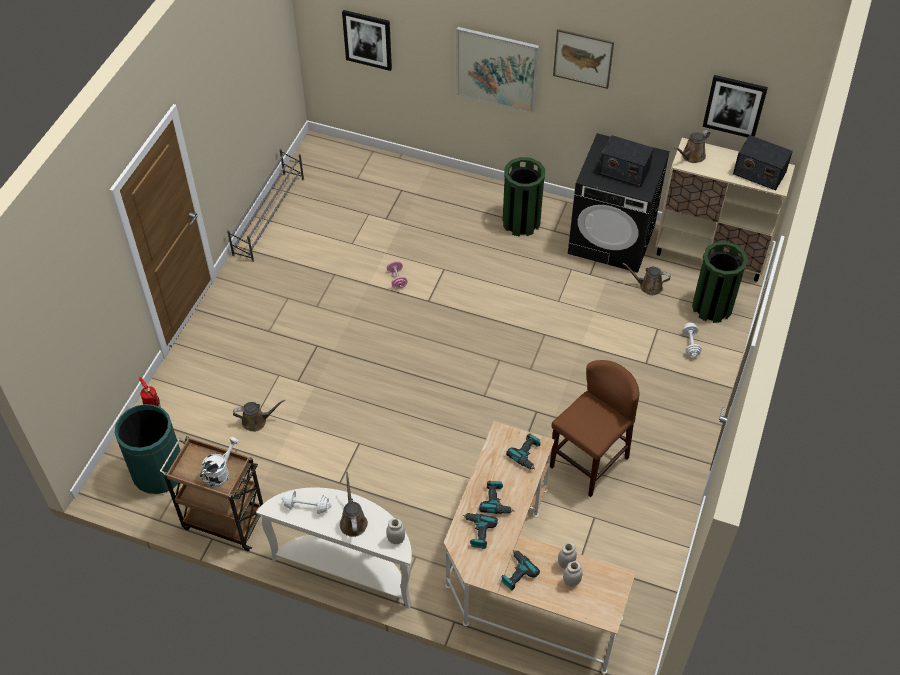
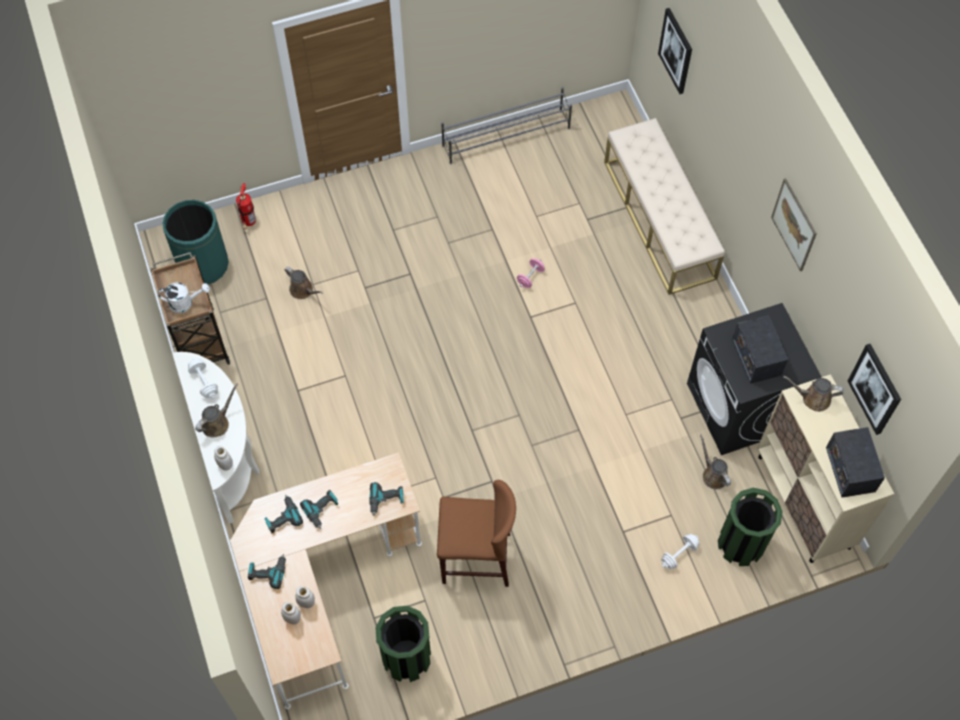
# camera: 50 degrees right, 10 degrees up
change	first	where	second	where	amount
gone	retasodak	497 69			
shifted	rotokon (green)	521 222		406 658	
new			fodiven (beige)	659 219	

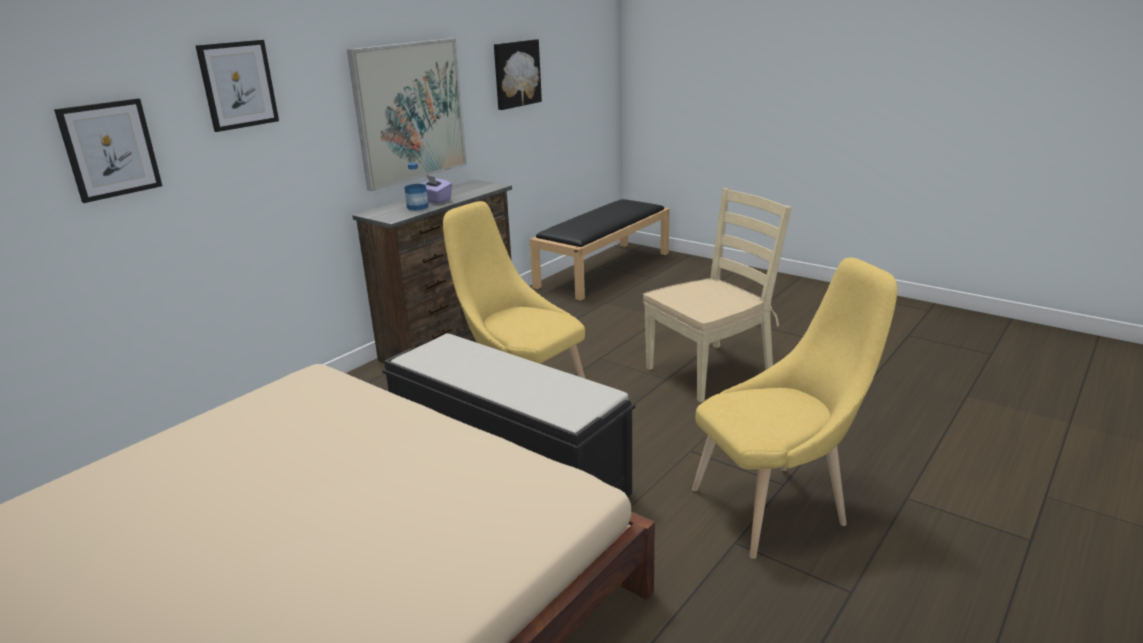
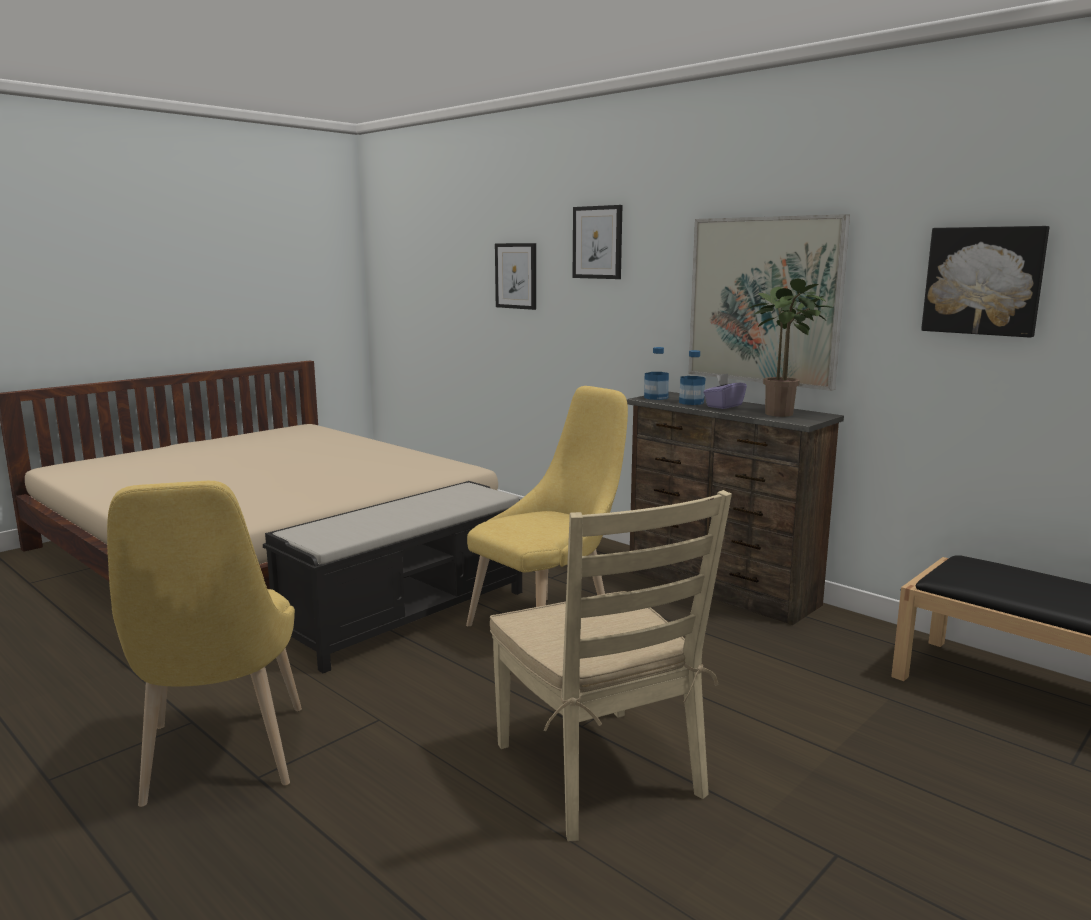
# camera: 95 degrees right, 10 degrees down
change	first	where	second	where	amount
new			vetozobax	656 397	
new			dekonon	784 414	

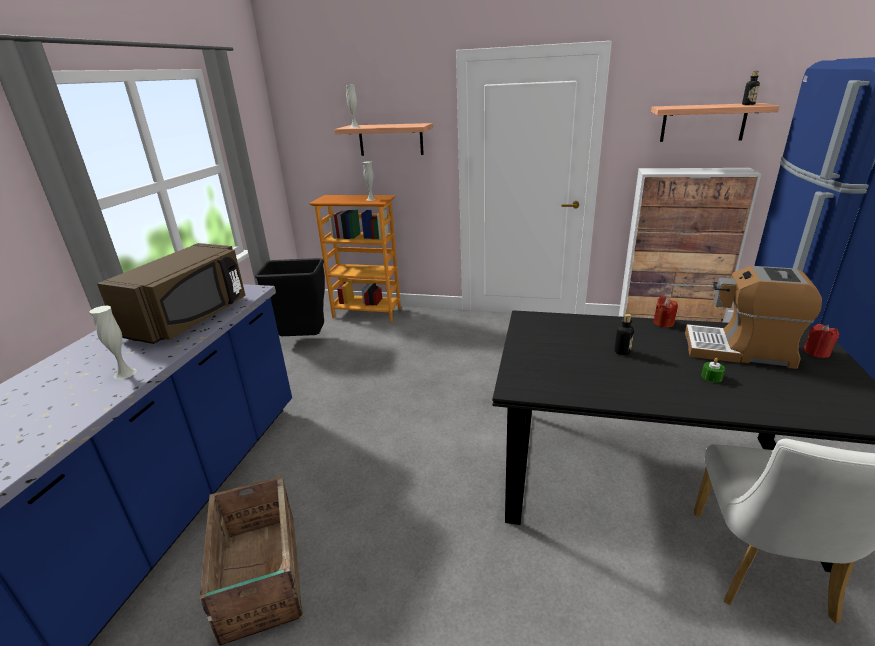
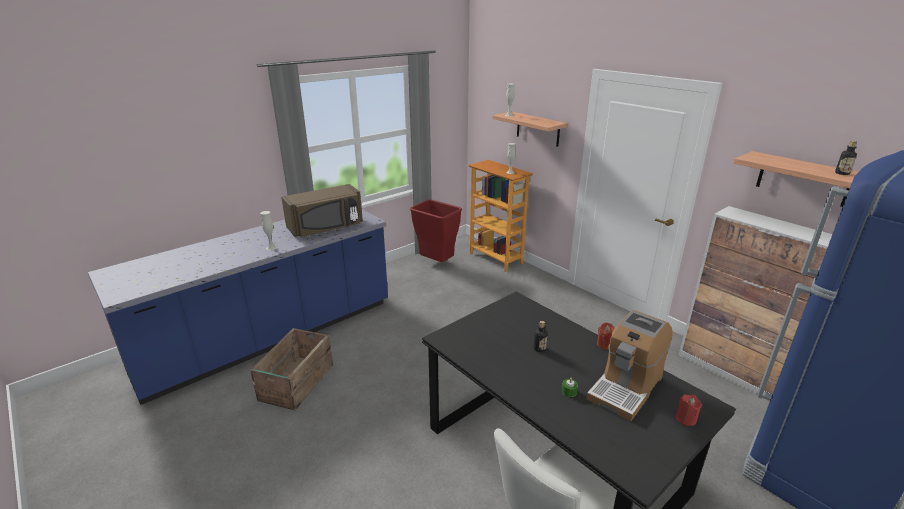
# camera: 35 degrees right, 0 degrees up
change	first	where	second	where	amount
repainted	rotokon (black)	303 341	rotokon (red)	436 263	
rotated	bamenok	740 350		626 387	105 degrees counterclockwise

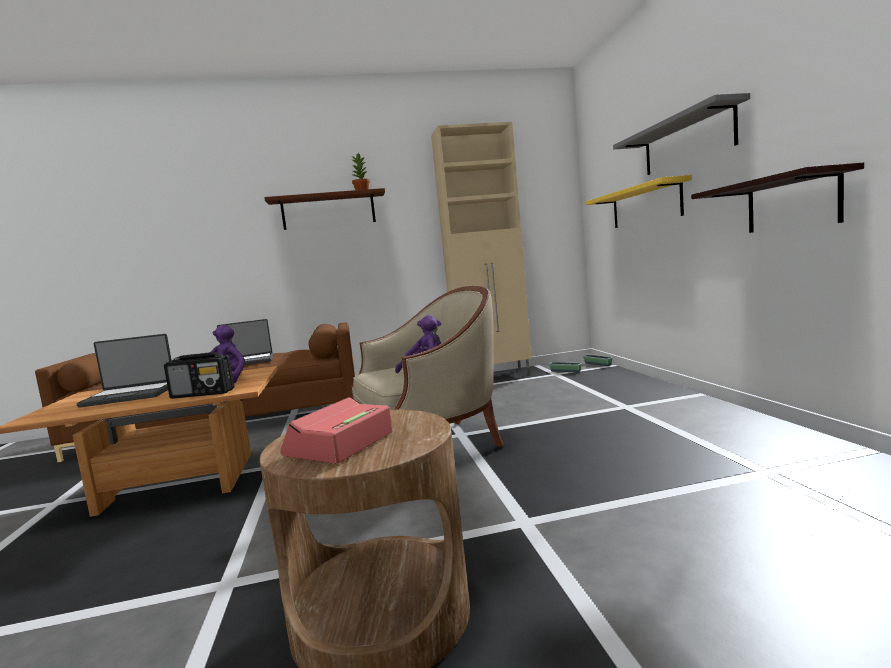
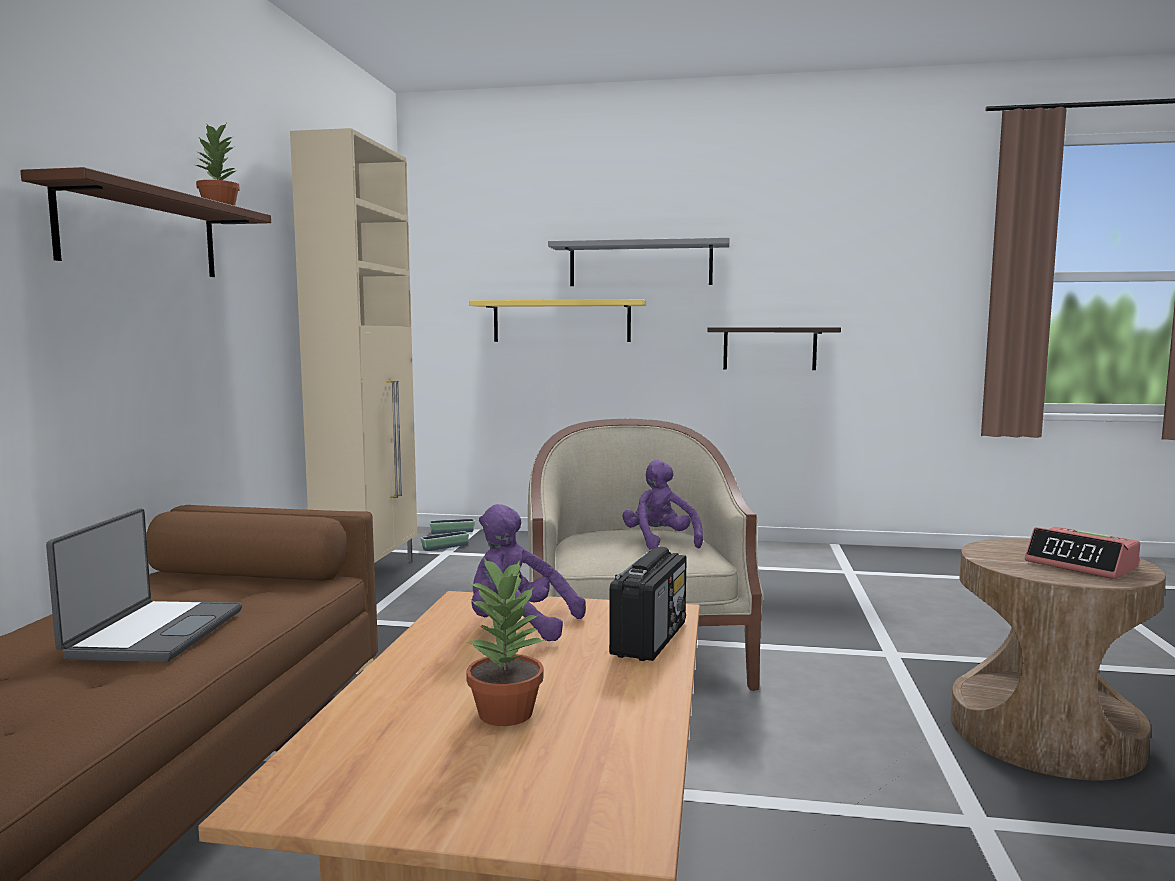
# camera: 70 degrees left, 0 degrees up
change	first	where	second	where	amount
swapped	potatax	130 395	dekonon	506 712	

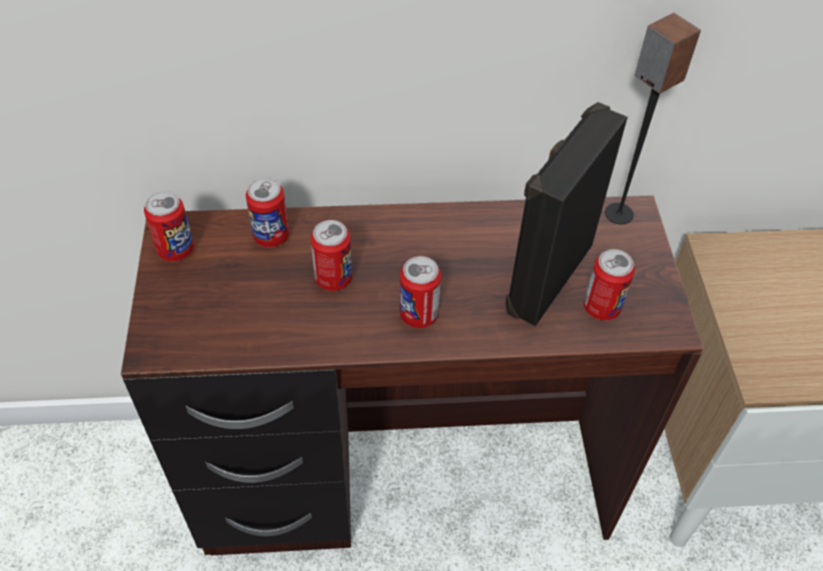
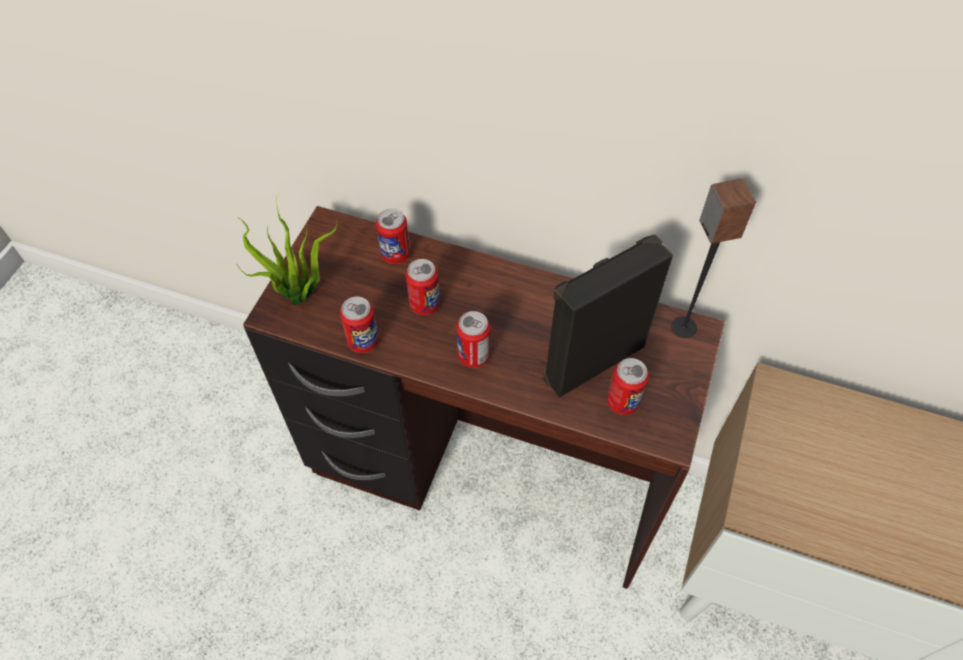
# camera: 25 degrees right, 5 degrees up
change	first	where	second	where	amount
shifted	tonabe	176 250		363 341	
new			dekonon	300 297	

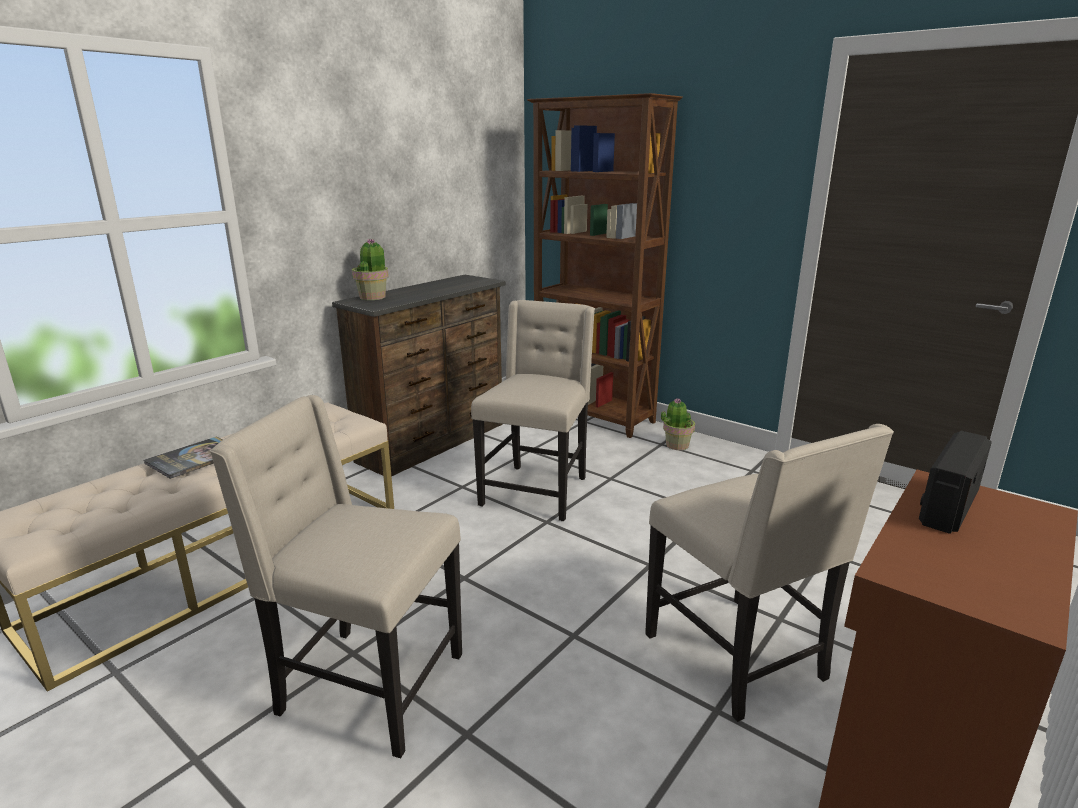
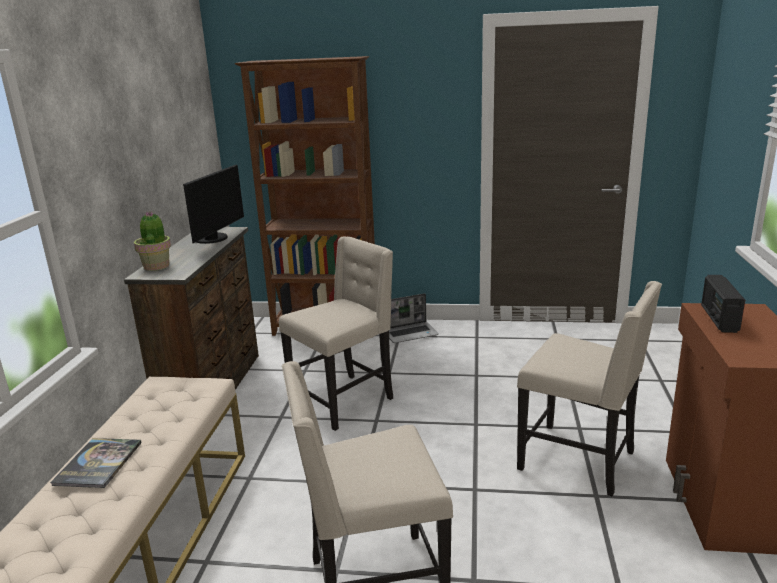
# camera: 30 degrees left, 0 degrees up
change	first	where	second	where	amount
rotated	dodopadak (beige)	536 491		344 400	60 degrees clockwise
swapped	dekonon	676 445	potatax	410 333	
new			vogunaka	214 238	

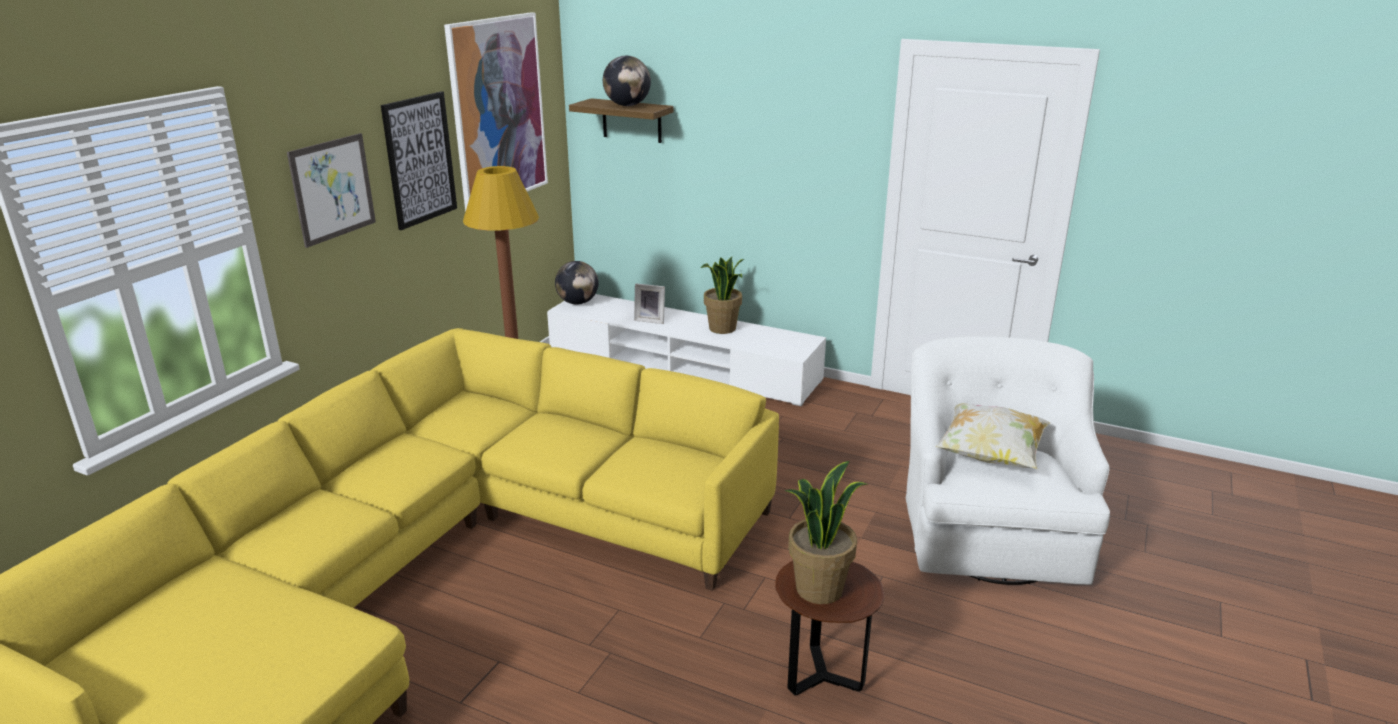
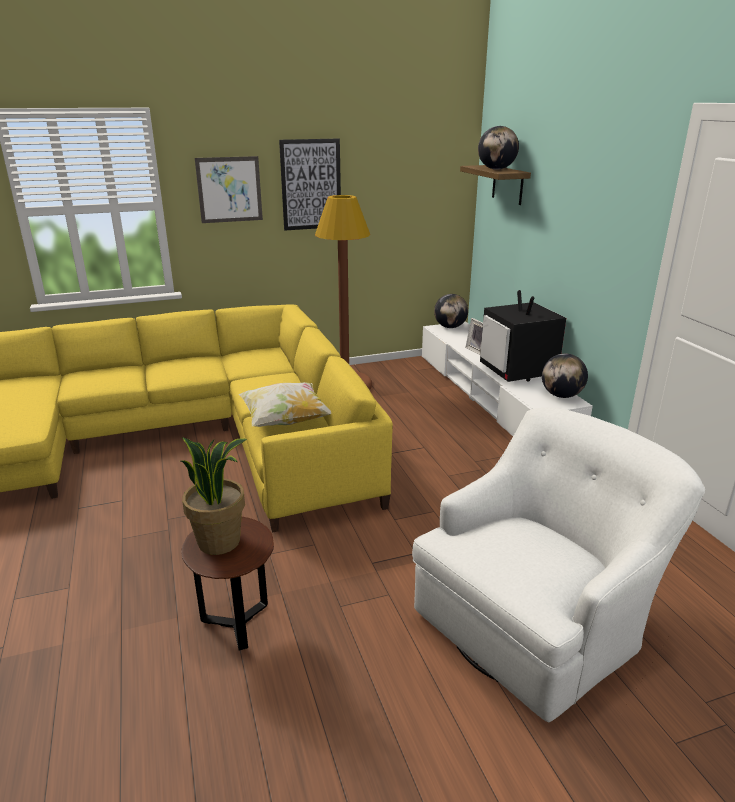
# camera: 45 degrees right, 0 degrees up
change	first	where	second	where	amount
gone	retasodak	498 111			
swapped	dekonon	722 329	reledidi	518 372	
shifted	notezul	990 456		285 421	
new			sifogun	561 395	

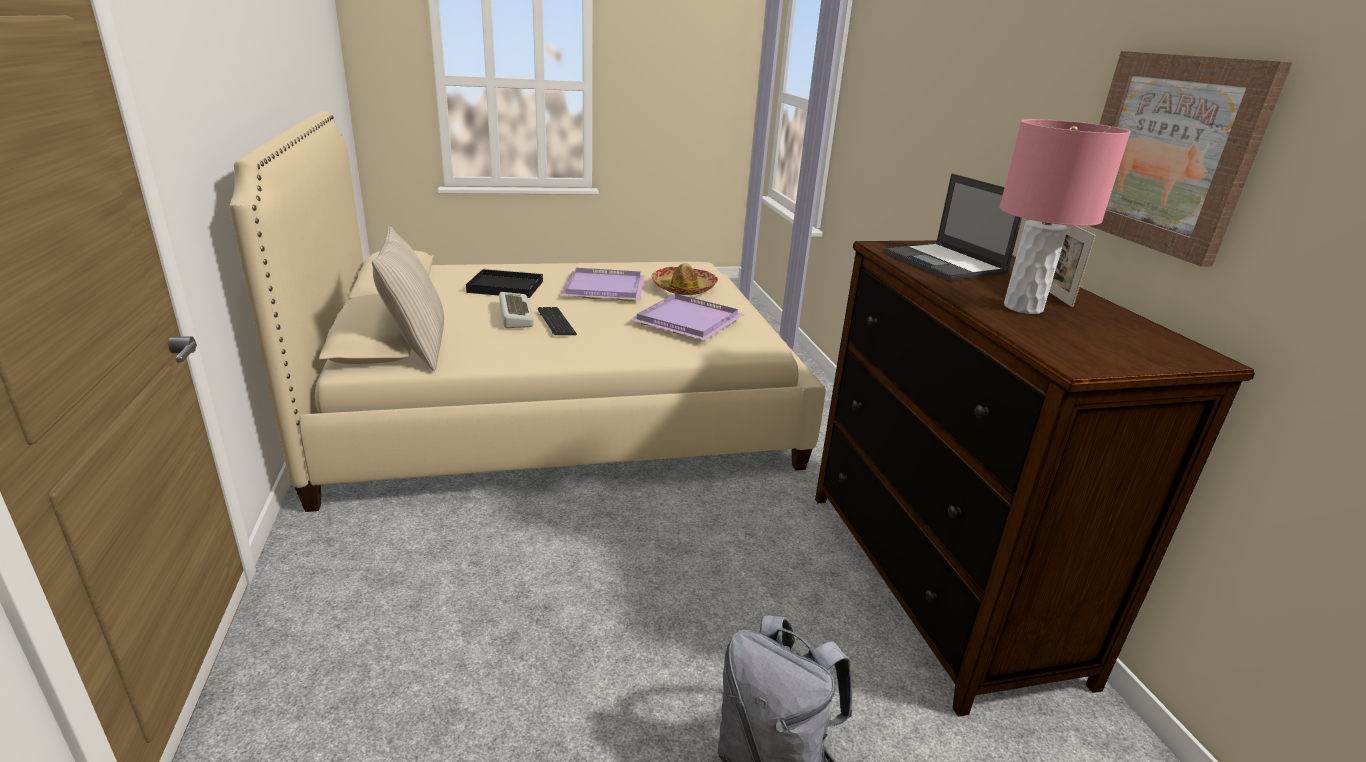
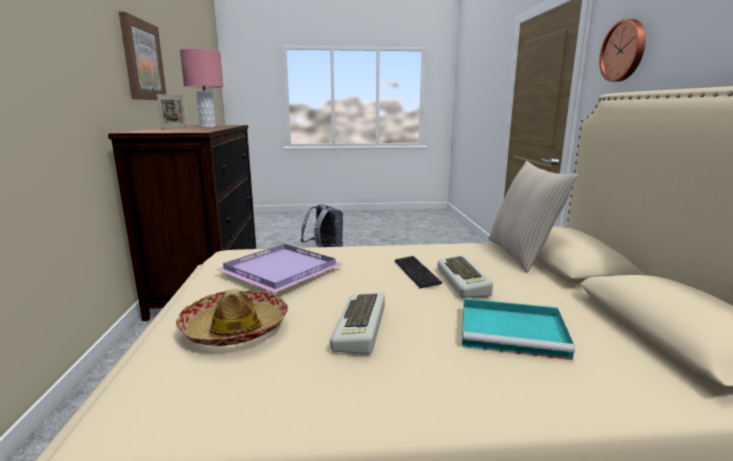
# camera: 170 degrees left, 10 degrees down
change	first	where	second	where	amount
repainted	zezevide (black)	504 287	zezevide (turquoise)	514 331	
swapped	zezevide (purple)	603 287	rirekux	362 328	
gone	potatax	945 263			
new			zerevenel	624 51	

